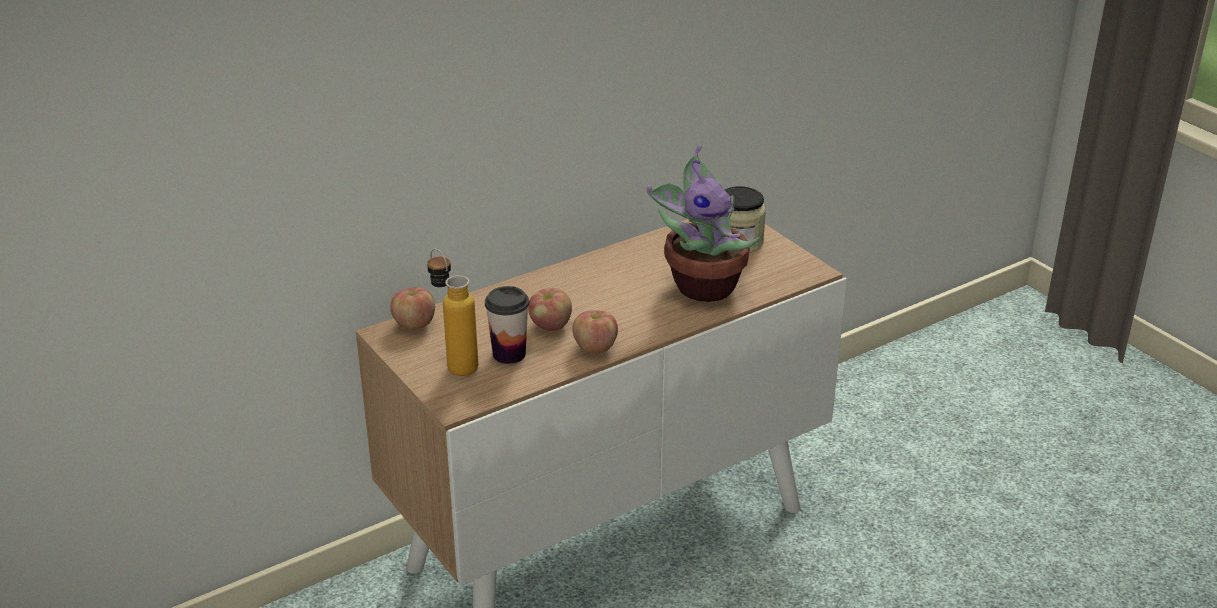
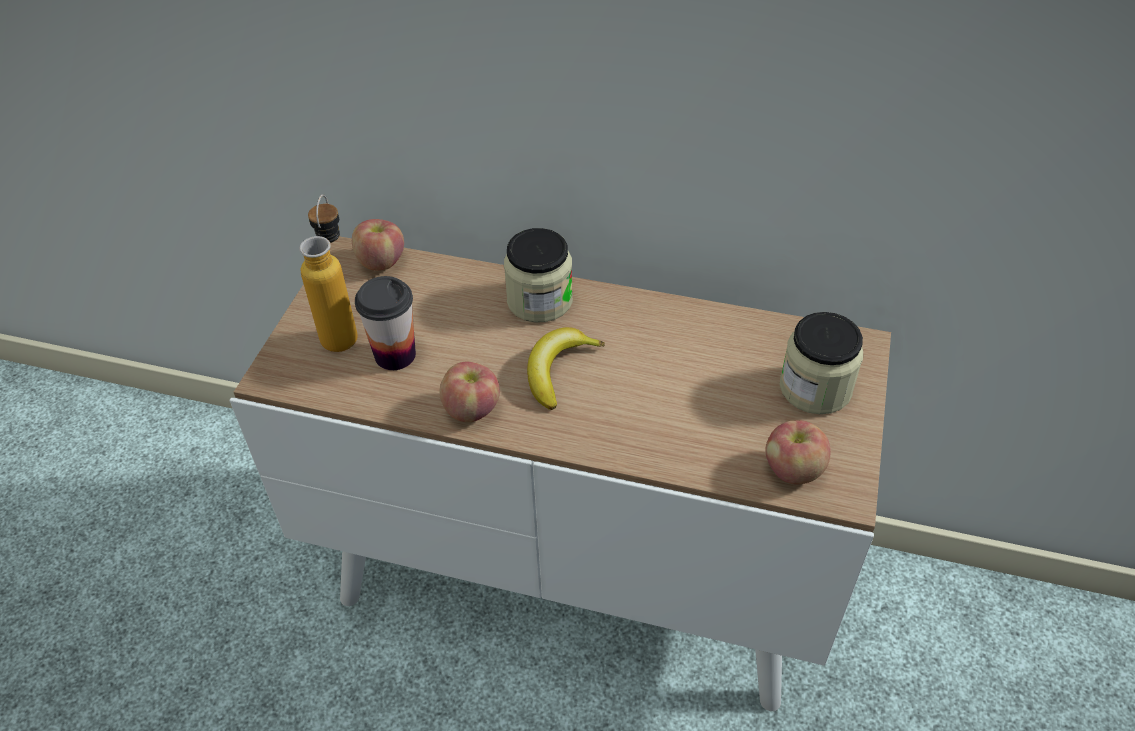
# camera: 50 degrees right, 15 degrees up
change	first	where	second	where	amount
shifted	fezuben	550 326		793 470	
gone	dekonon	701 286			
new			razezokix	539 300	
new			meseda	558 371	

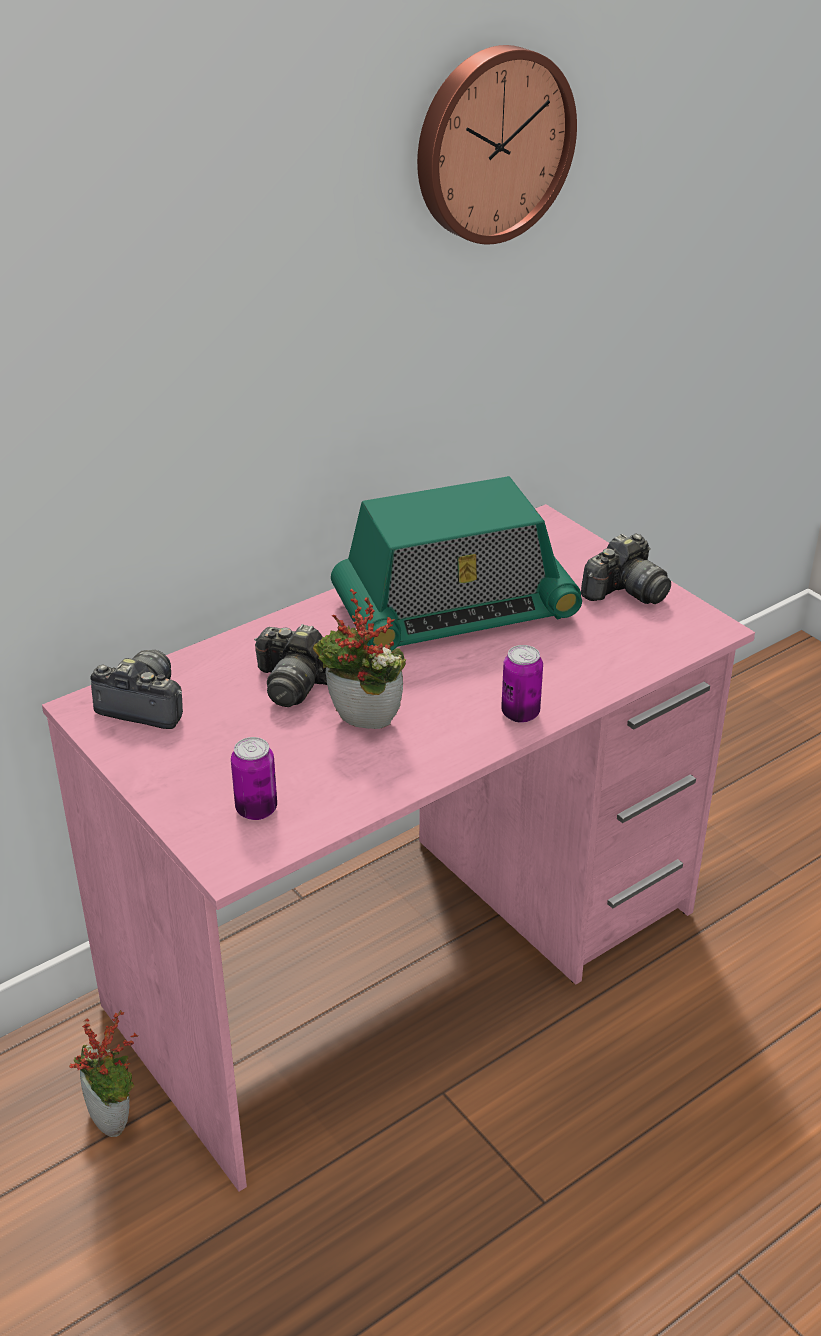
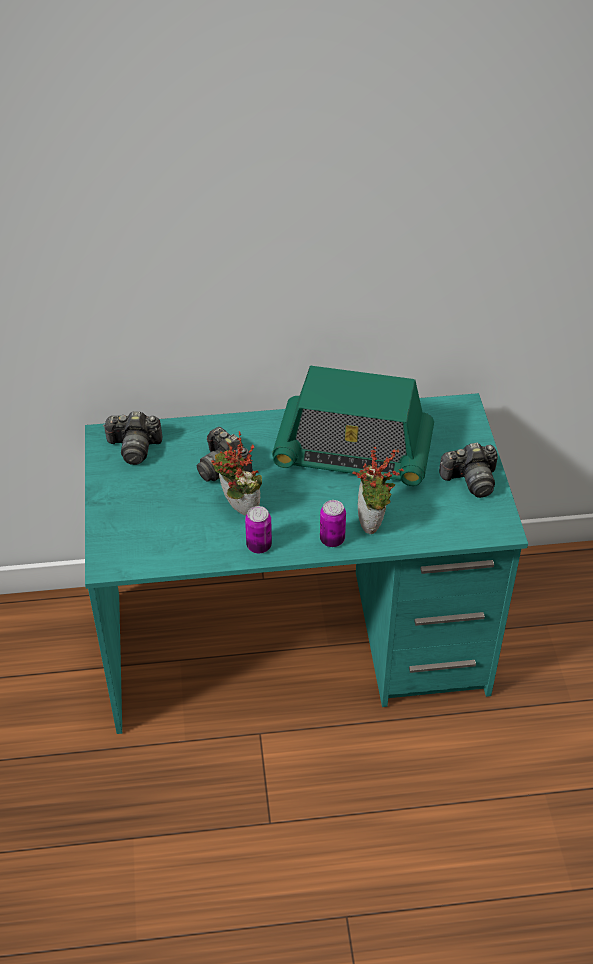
# camera: 30 degrees right, 10 degrees up
change	first	where	second	where	amount
repainted	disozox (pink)	408 960	disozox (turquoise)	296 645	
shifted	dekonon	115 1120		373 524	
rotated	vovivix	144 705		134 447	135 degrees clockwise
shifted	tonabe	256 809		259 546	
gone	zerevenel	491 144			

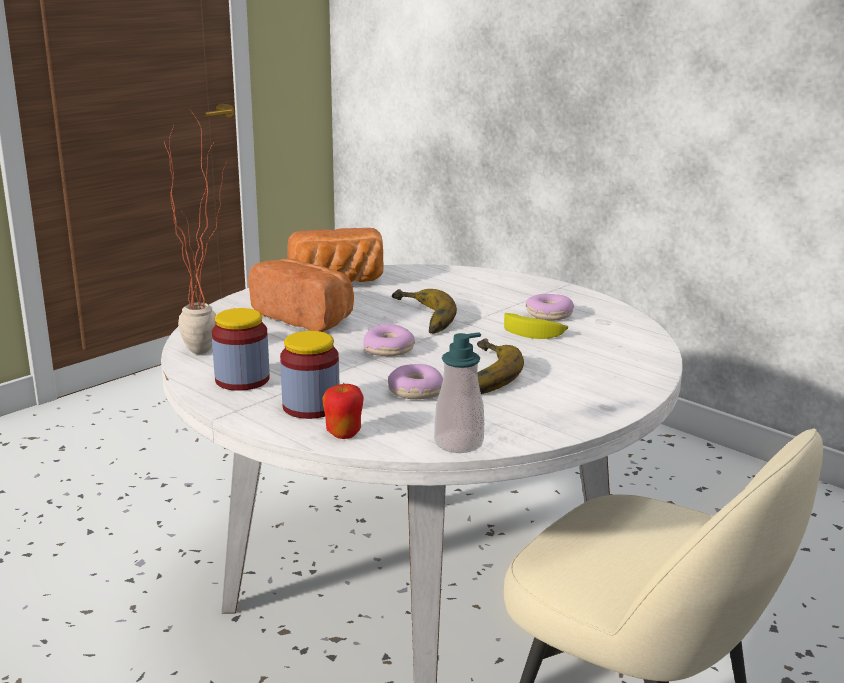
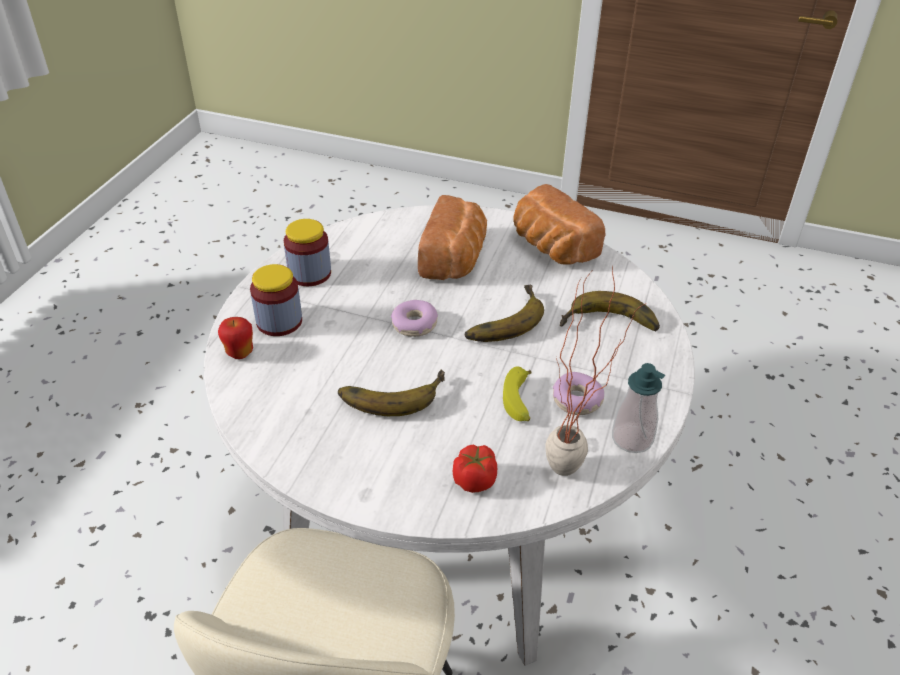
# camera: 65 degrees right, 20 degrees up
change	first	where	second	where	amount
shifted	dekonon	211 348		575 474	
gone	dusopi	415 391			
shifted	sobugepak	458 443		632 439	
new			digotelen	475 480	
new			meseda	609 326	

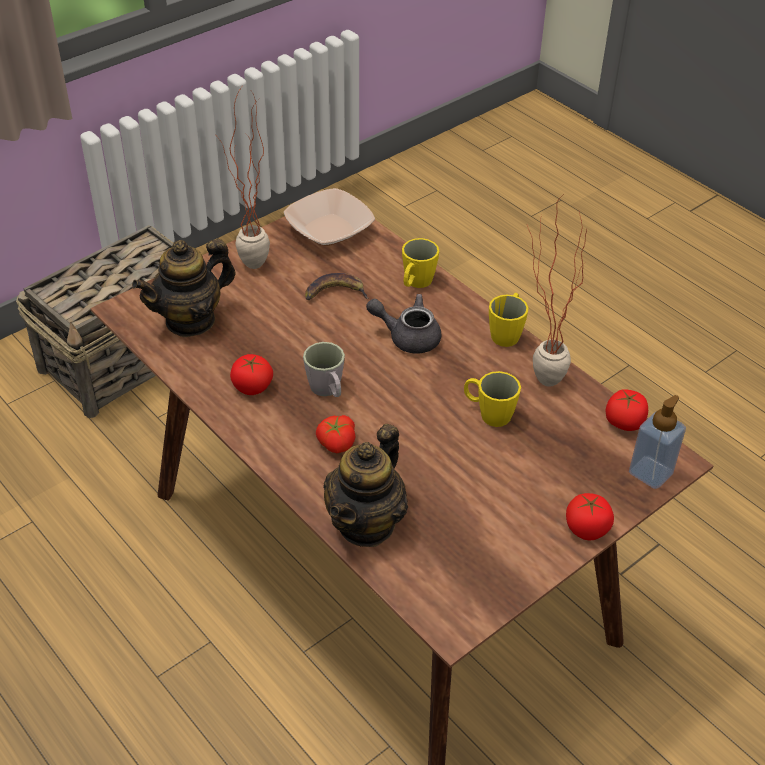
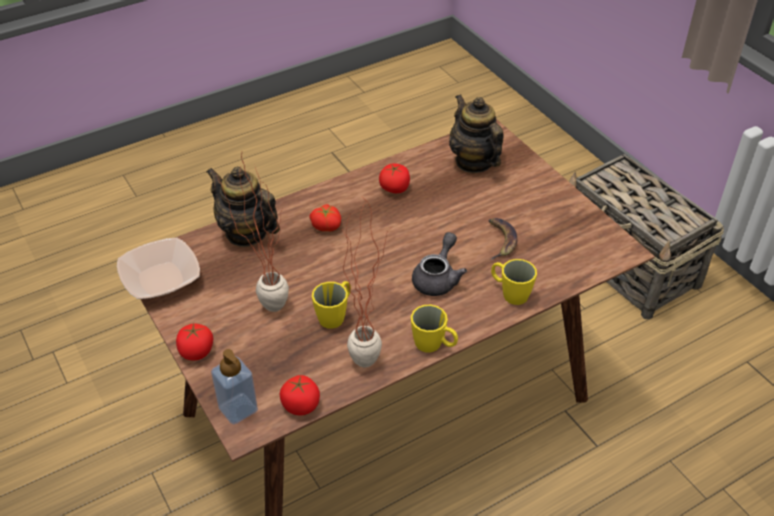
# camera: 100 degrees right, 0 degrees up
change	first	where	second	where	amount
shifted	dekonon	250 271		265 303	
shifted	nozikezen	329 230		161 279	
gone	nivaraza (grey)	327 391			

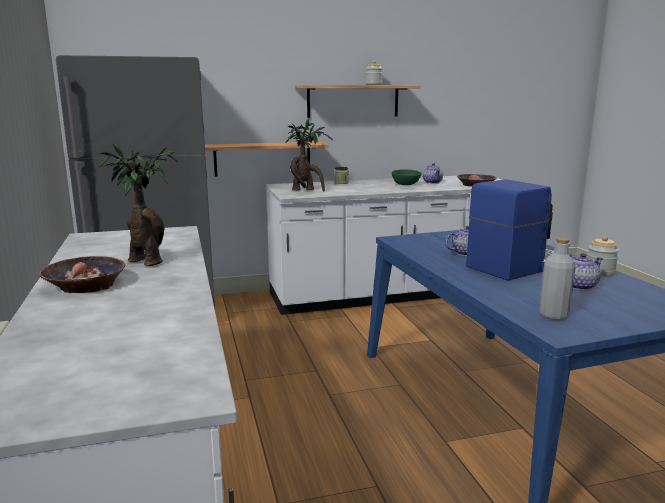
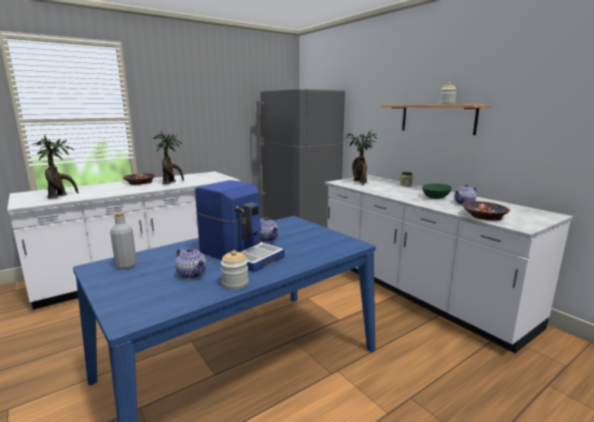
# camera: 70 degrees right, 0 degrees up
change	first	where	second	where	amount
gone	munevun	262 158			
new			dekonon	61 196	

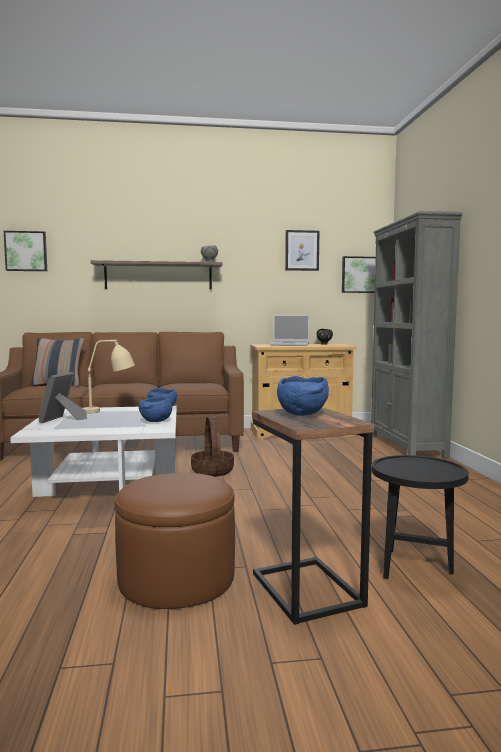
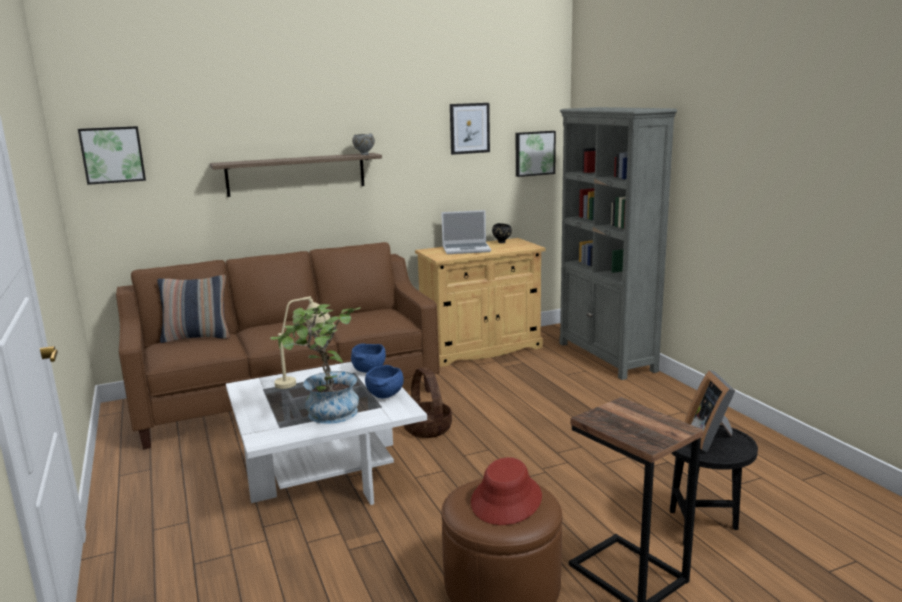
# camera: 15 degrees left, 10 degrees up
change	first	where	second	where	amount
shifted	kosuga	62 420		711 438	
gone	nozikezen (blue)	303 415			
new			dekonon	326 415	
new			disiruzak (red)	506 500	

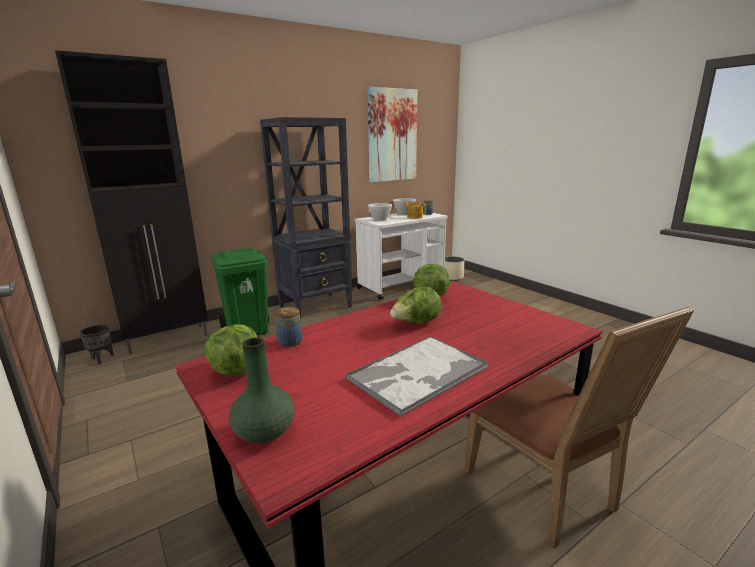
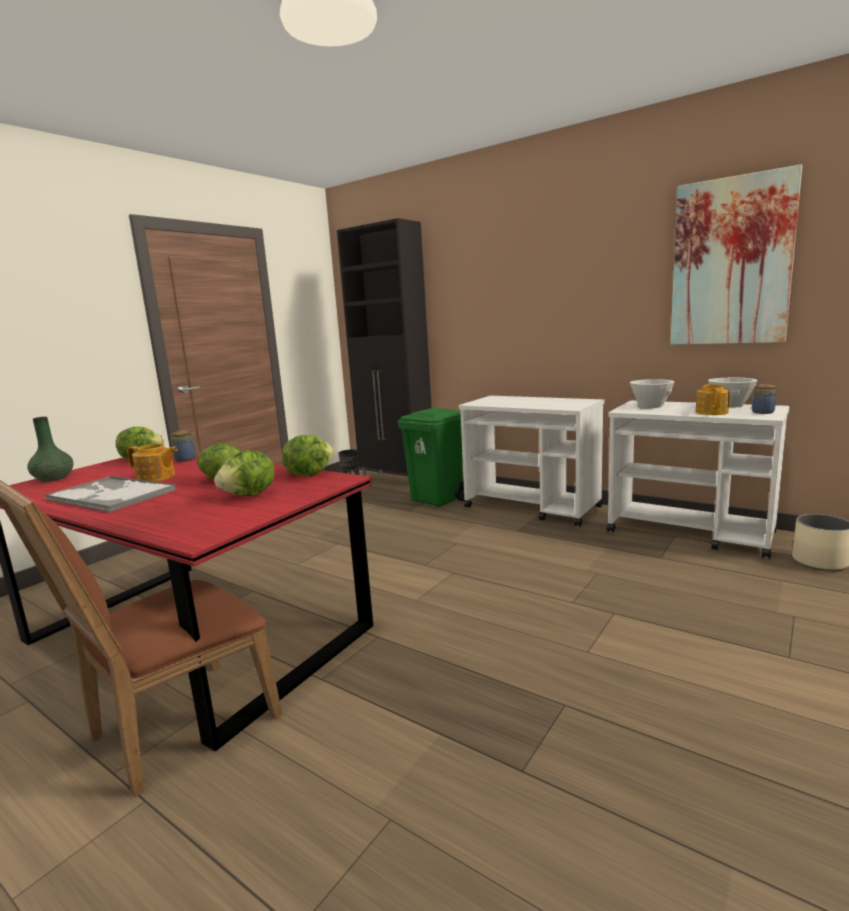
# camera: 70 degrees right, 5 degrees down
change	first	where	second	where	amount
swapped	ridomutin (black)	316 307	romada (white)	532 507	
new			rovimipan	156 477	
new			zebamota	250 495	

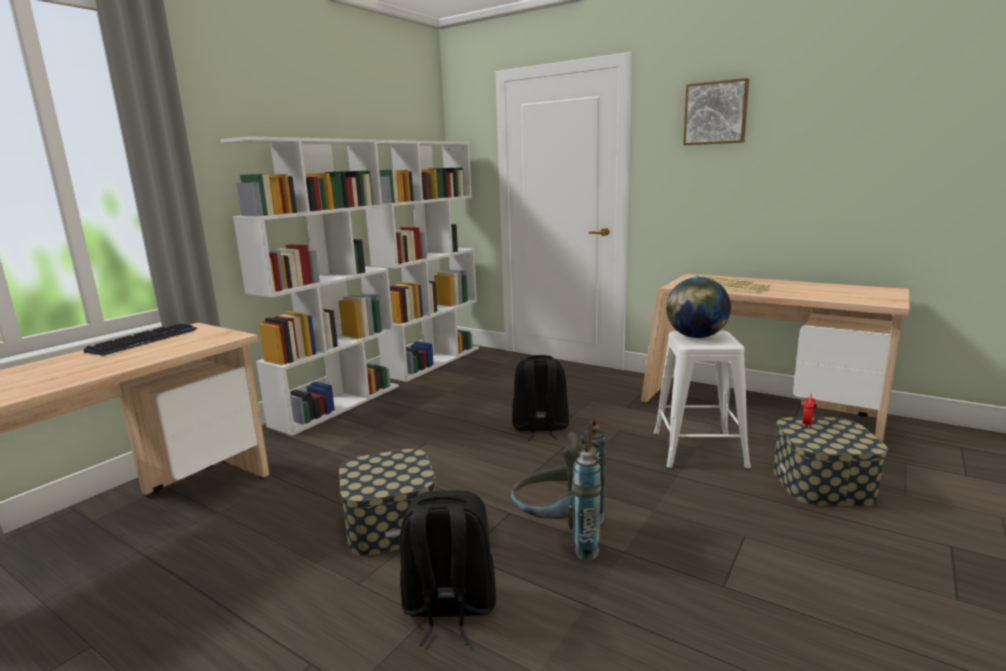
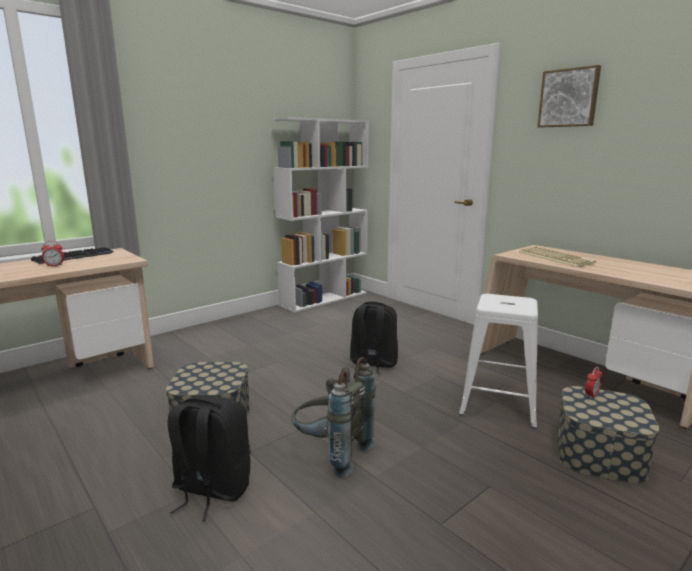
# camera: 15 degrees right, 0 degrees up
change	first	where	second	where	amount
gone	ridomutin (white)	337 404			
gone	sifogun	695 337			
new			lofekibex	54 266	

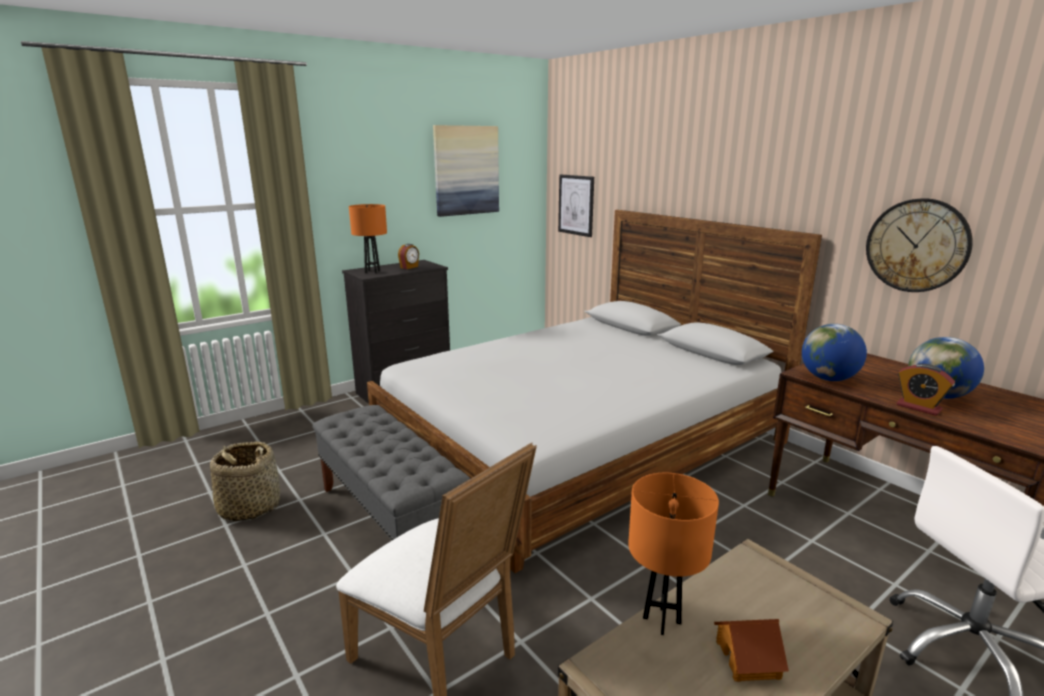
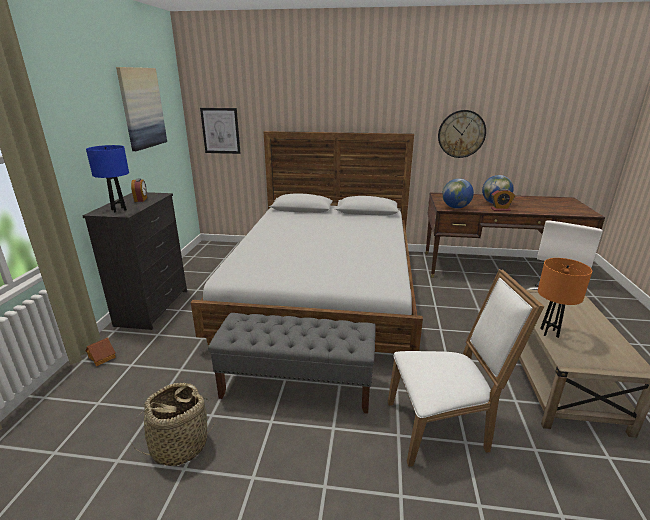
# camera: 45 degrees left, 5 degrees up
change	first	where	second	where	amount
repainted	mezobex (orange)	372 272	mezobex (blue)	119 210	
shifted	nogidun	748 659		102 357	

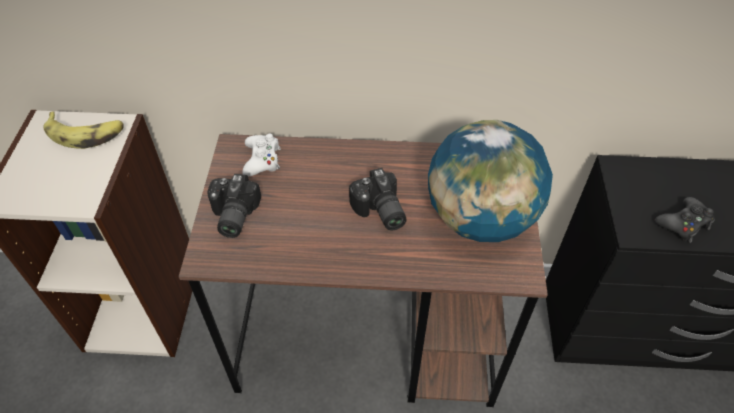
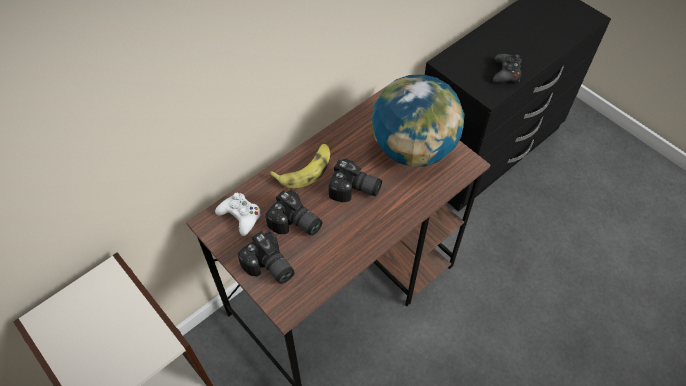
# camera: 45 degrees left, 5 degrees up
change	first	where	second	where	amount
shifted	meseda	86 134		305 169	
new			vovivix	295 224	

